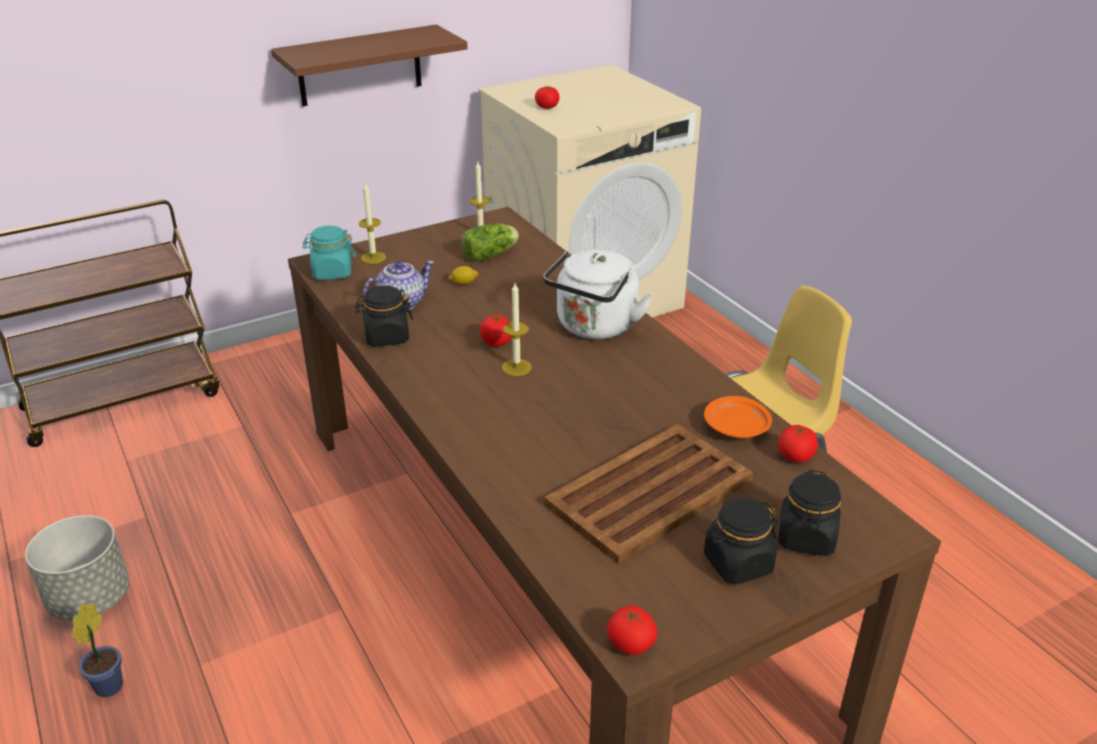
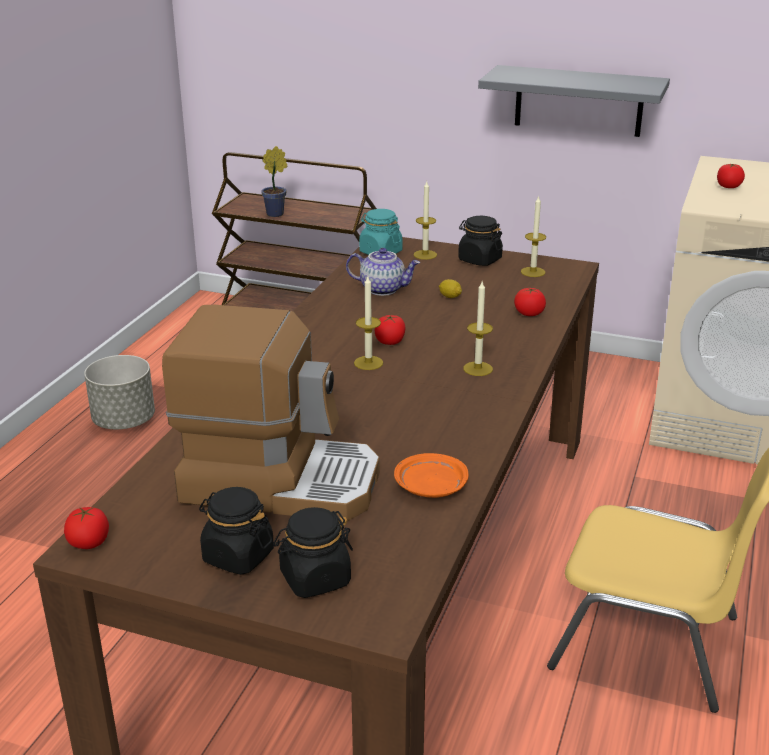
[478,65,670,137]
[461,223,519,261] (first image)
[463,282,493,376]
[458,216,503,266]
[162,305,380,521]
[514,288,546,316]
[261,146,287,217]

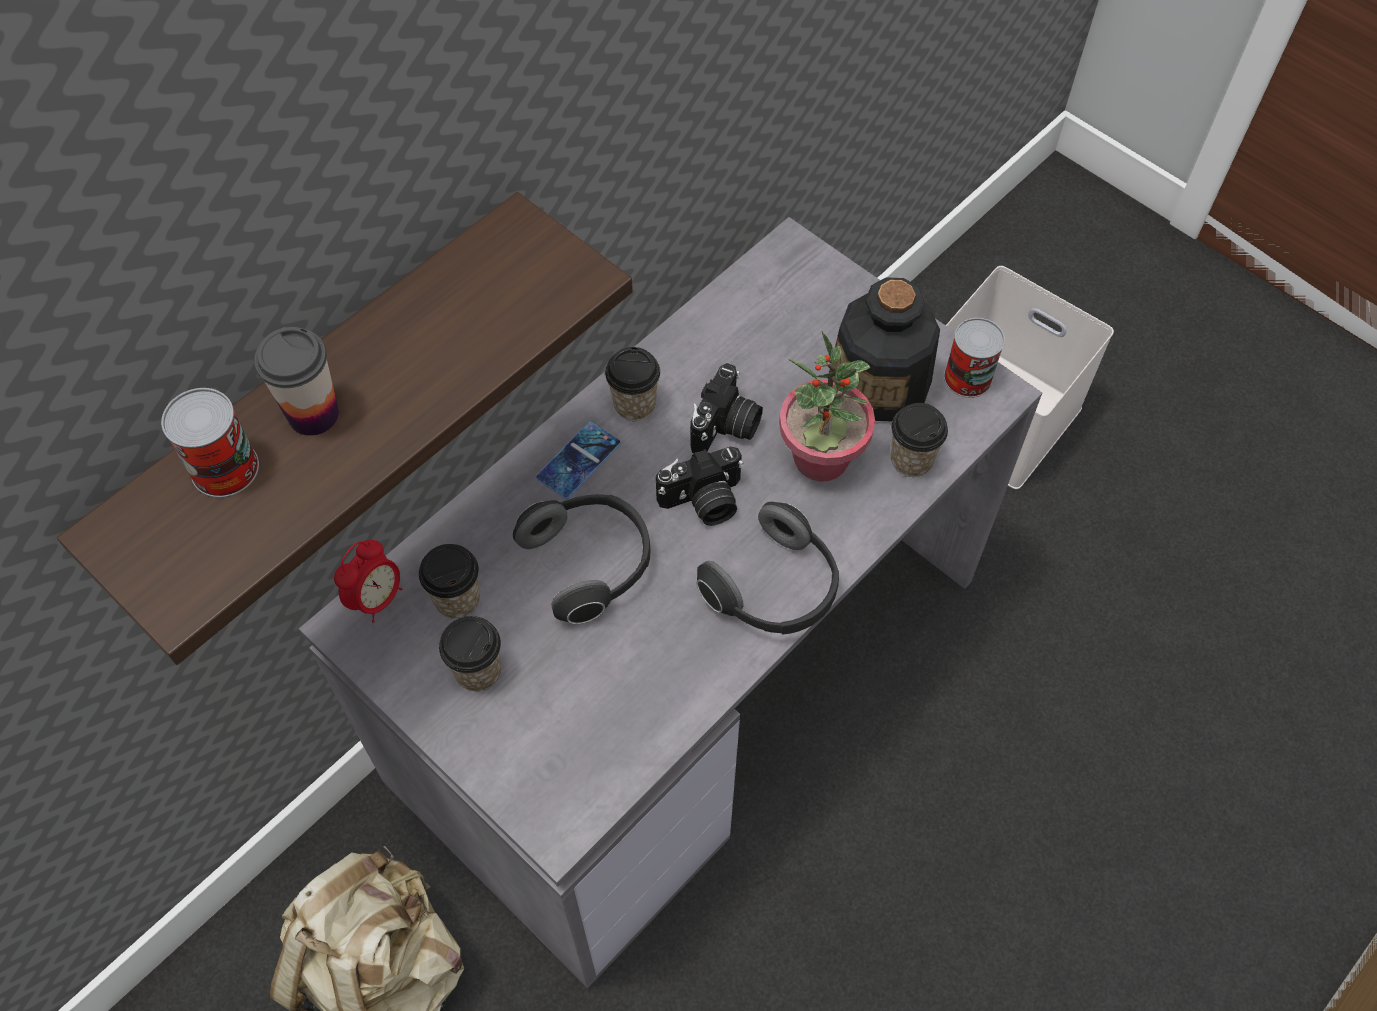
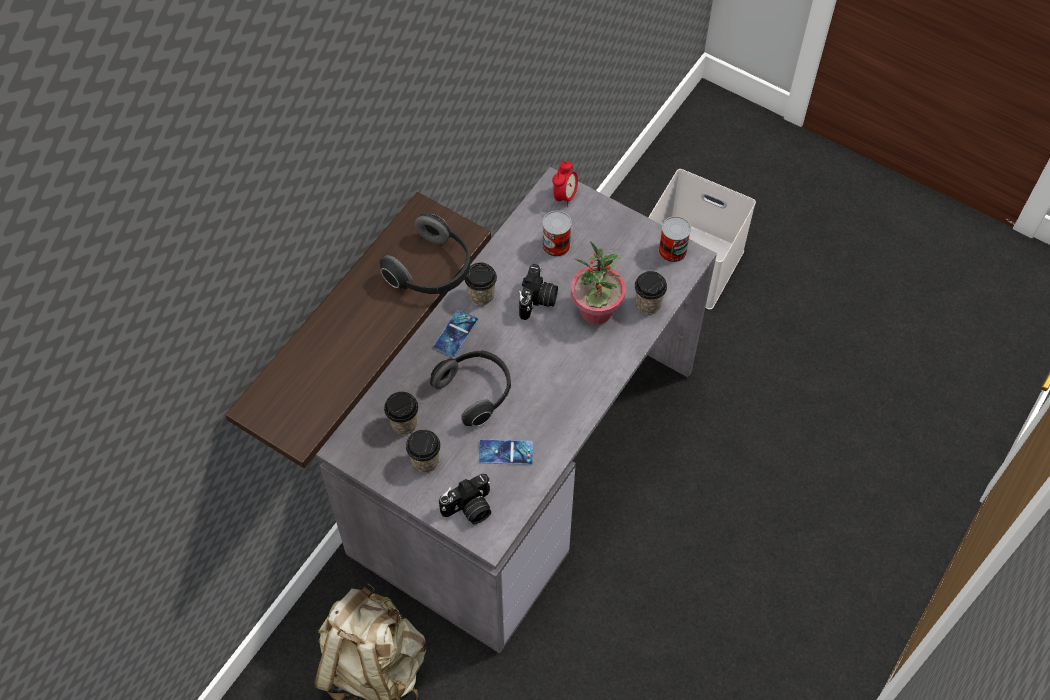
[833,277,940,421] (first image)
[254,327,339,436] (first image)
[542,211,572,257]
[439,474,491,524]
[380,214,471,294]
[552,161,578,207]
[479,439,533,465]

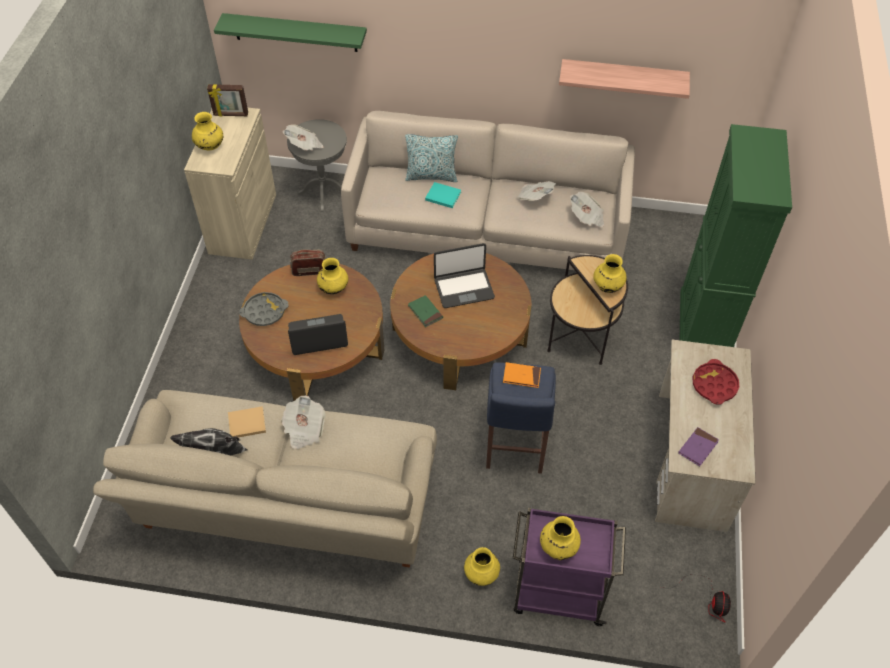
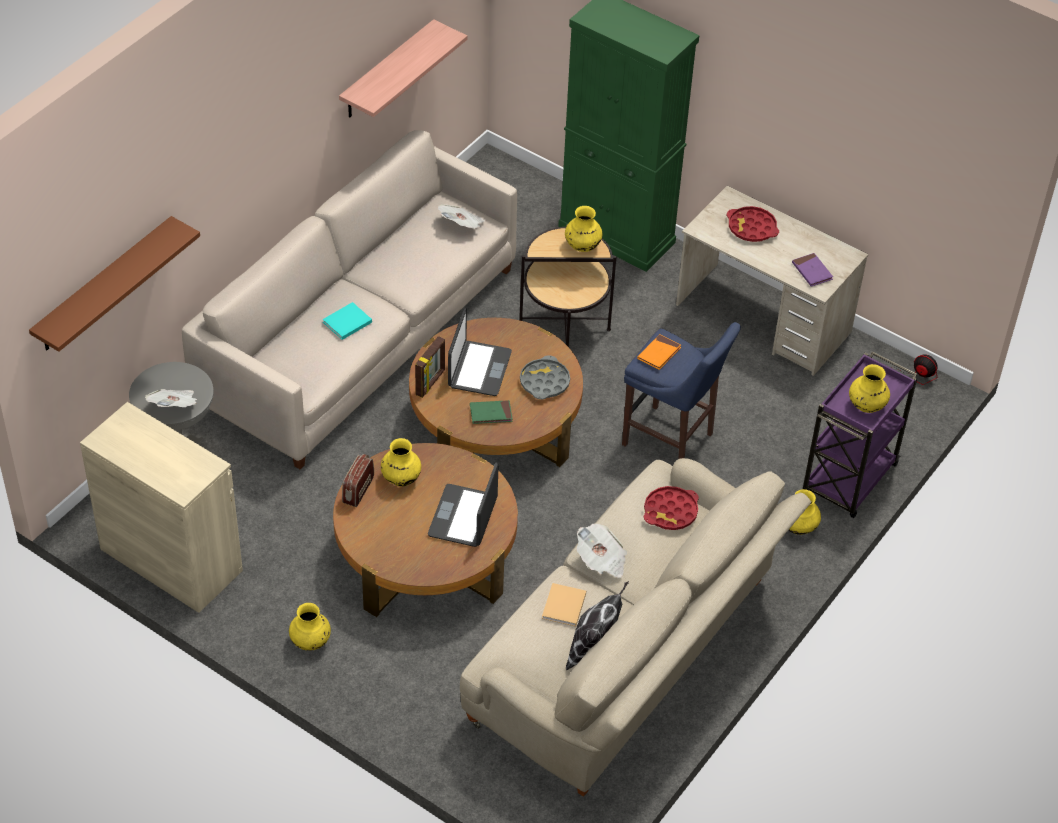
[29,216,200,352]
[415,336,445,398]
[289,603,331,651]
[405,134,458,182] (first image)
[517,181,556,201] (first image)
[520,355,570,399]
[644,486,699,530]

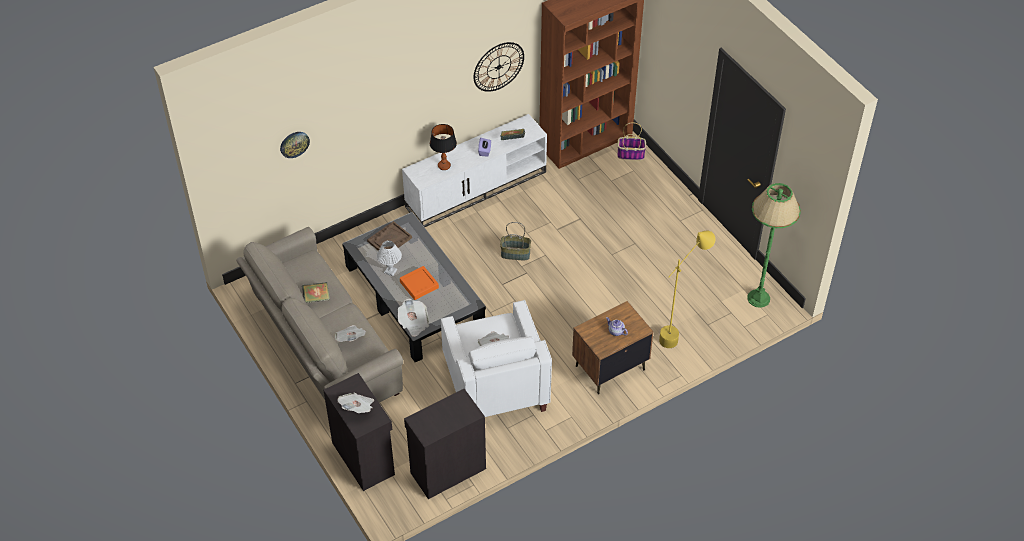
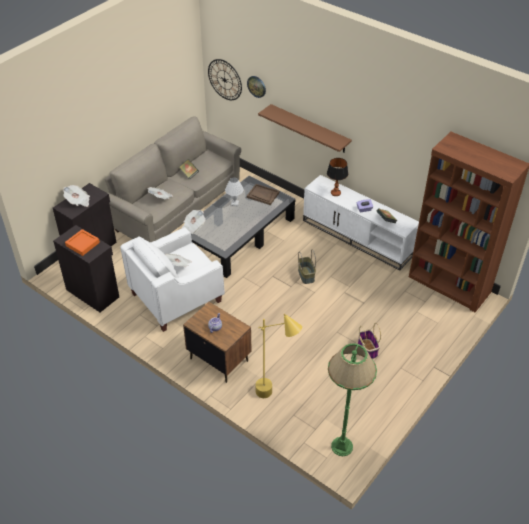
[208,59,242,100]
[358,323,381,359]
[65,229,100,256]
[258,104,352,153]

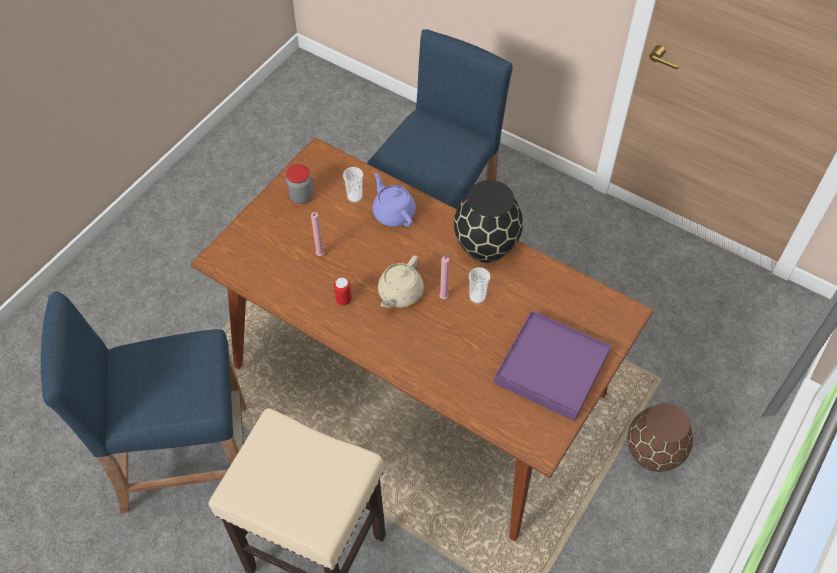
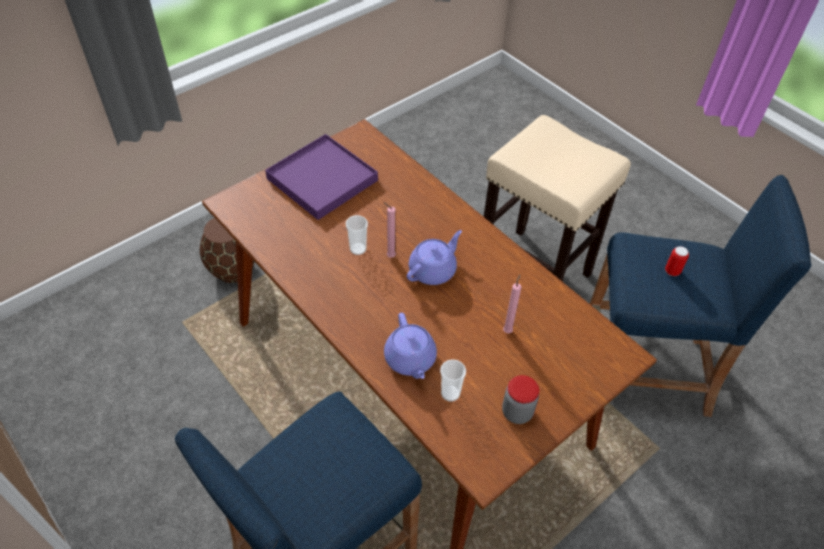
[454,180,523,263] (first image)
[407,230,462,285]
[665,246,689,276]

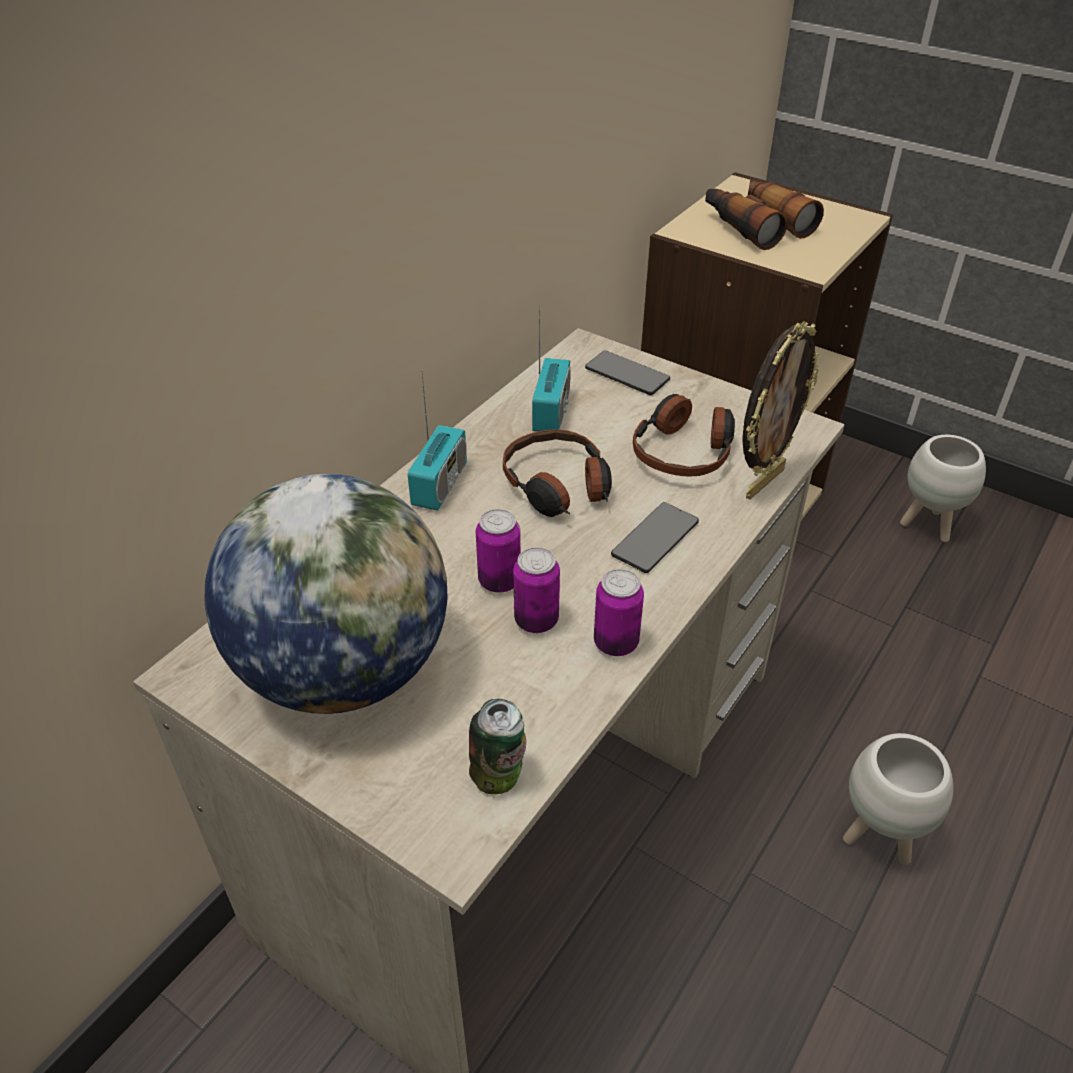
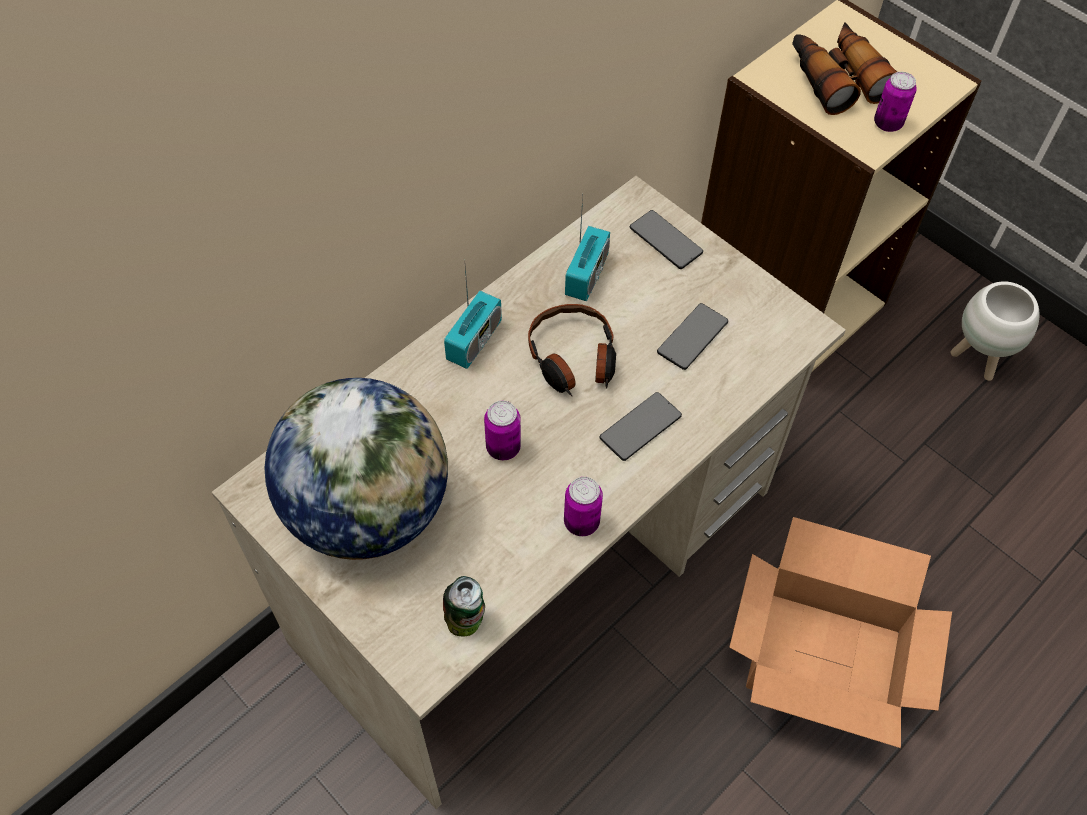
[742,322,819,500] (first image)
[657,303,728,370]
[874,72,917,132]
[729,517,952,748]

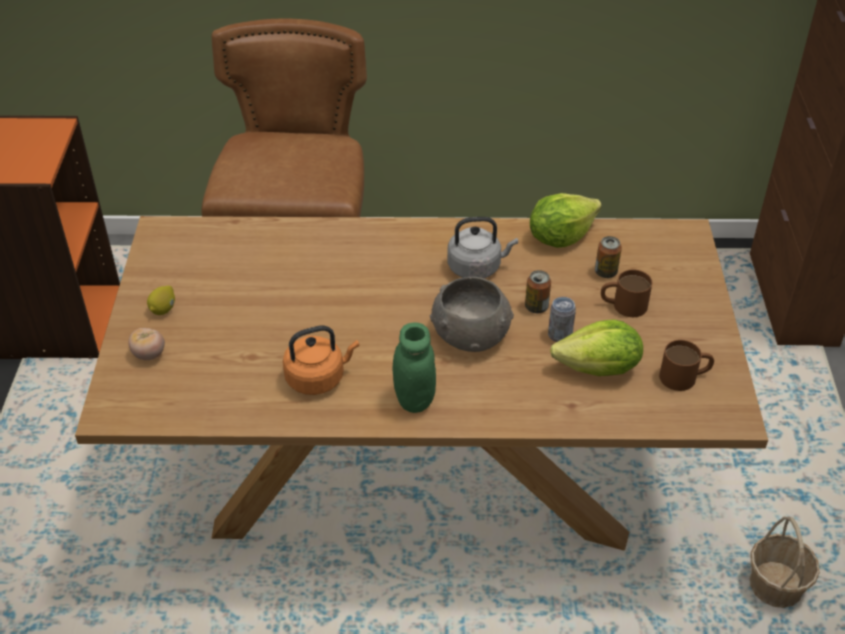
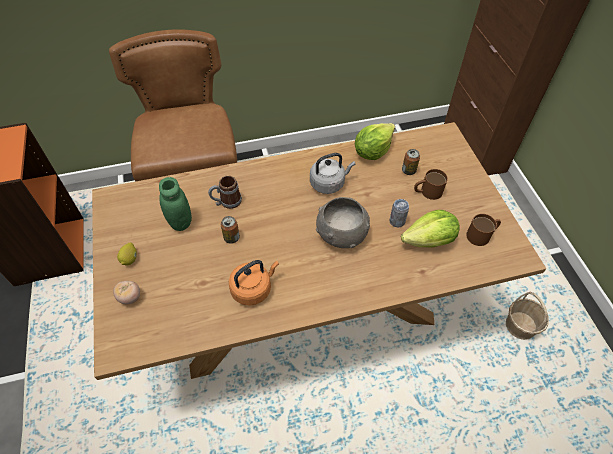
[221,216,240,244]
[159,177,192,231]
[208,175,242,209]

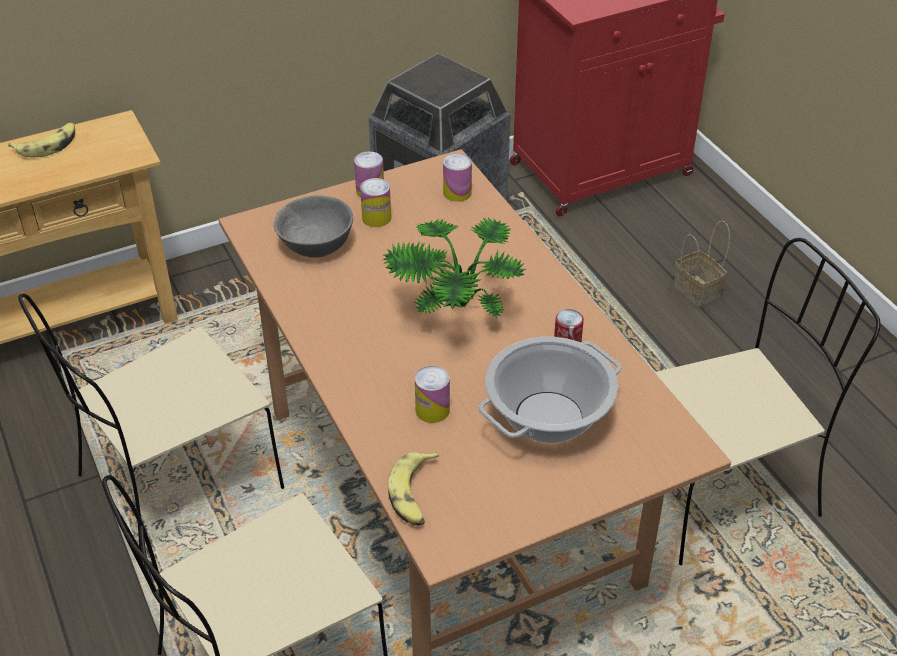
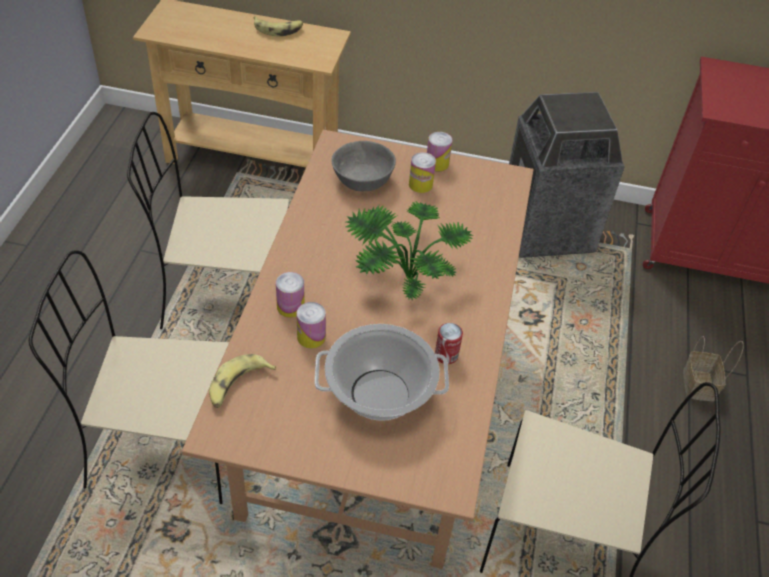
[276,272,305,318]

